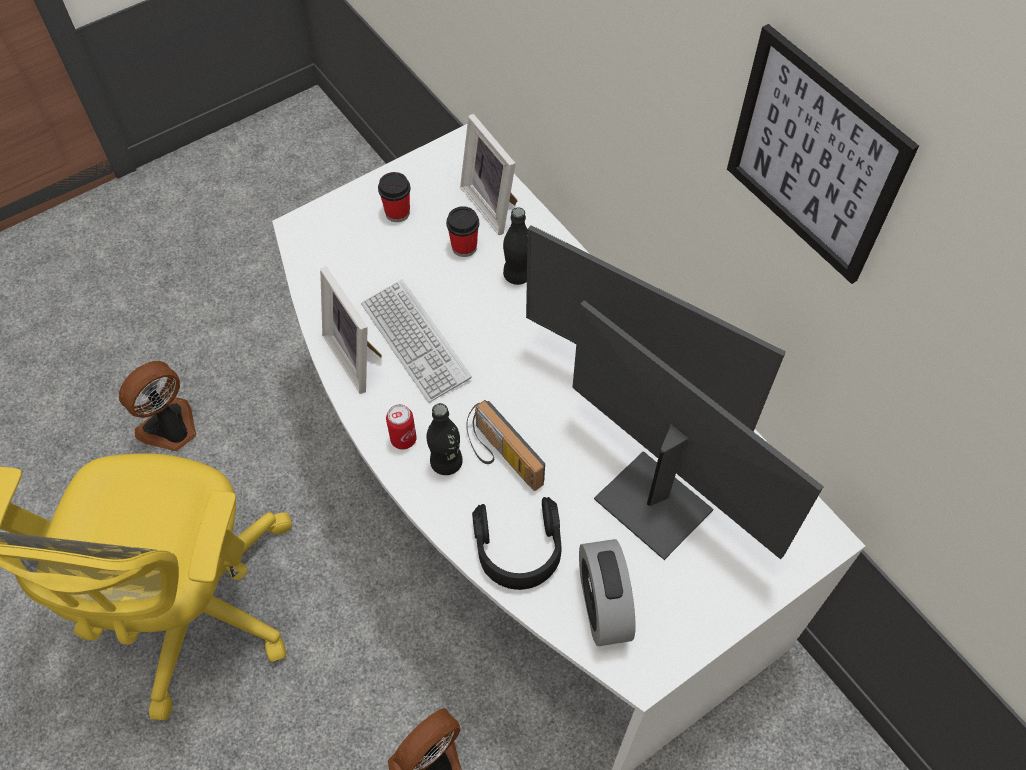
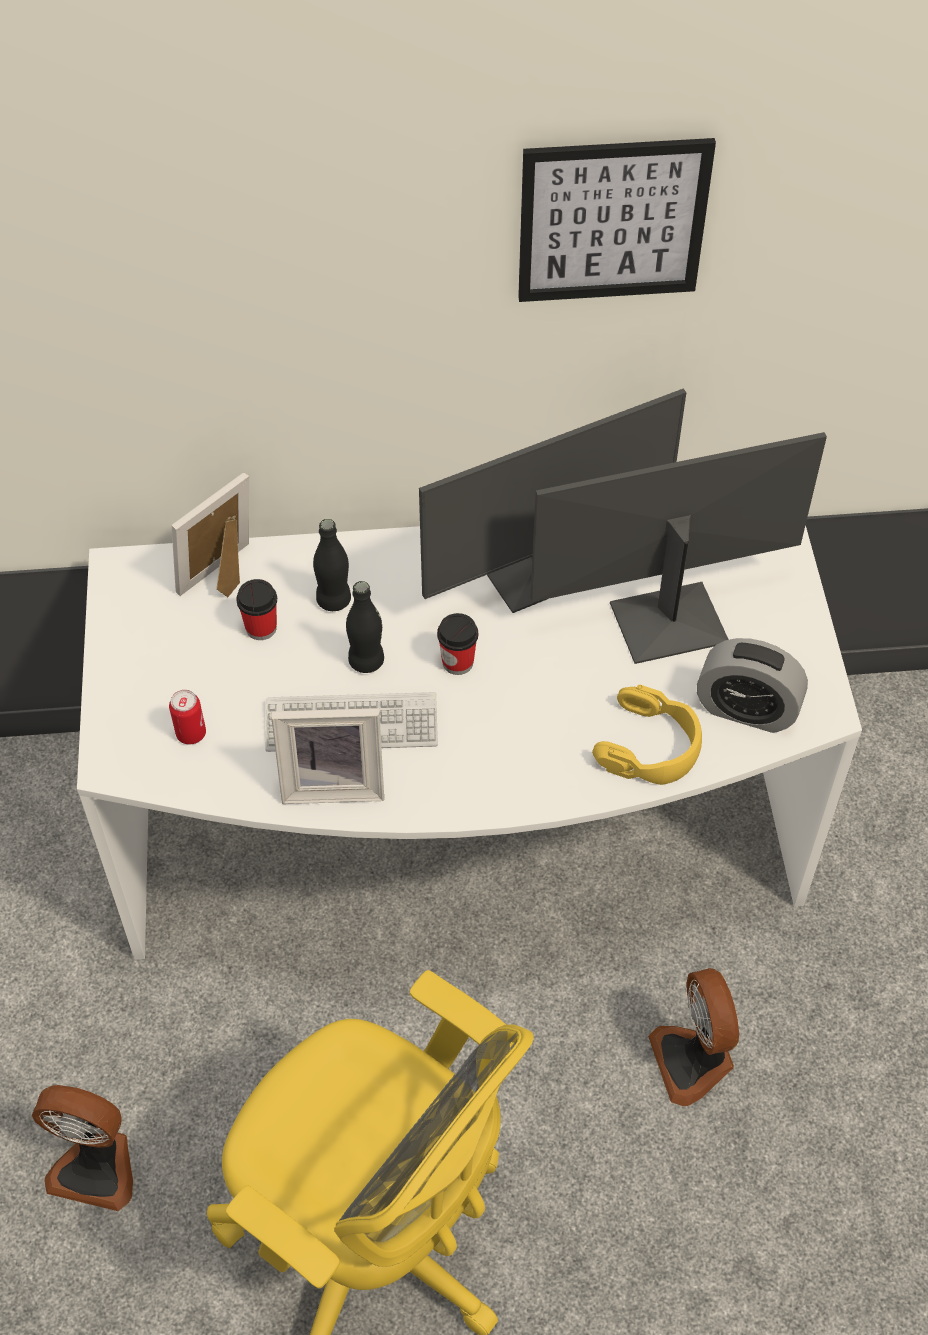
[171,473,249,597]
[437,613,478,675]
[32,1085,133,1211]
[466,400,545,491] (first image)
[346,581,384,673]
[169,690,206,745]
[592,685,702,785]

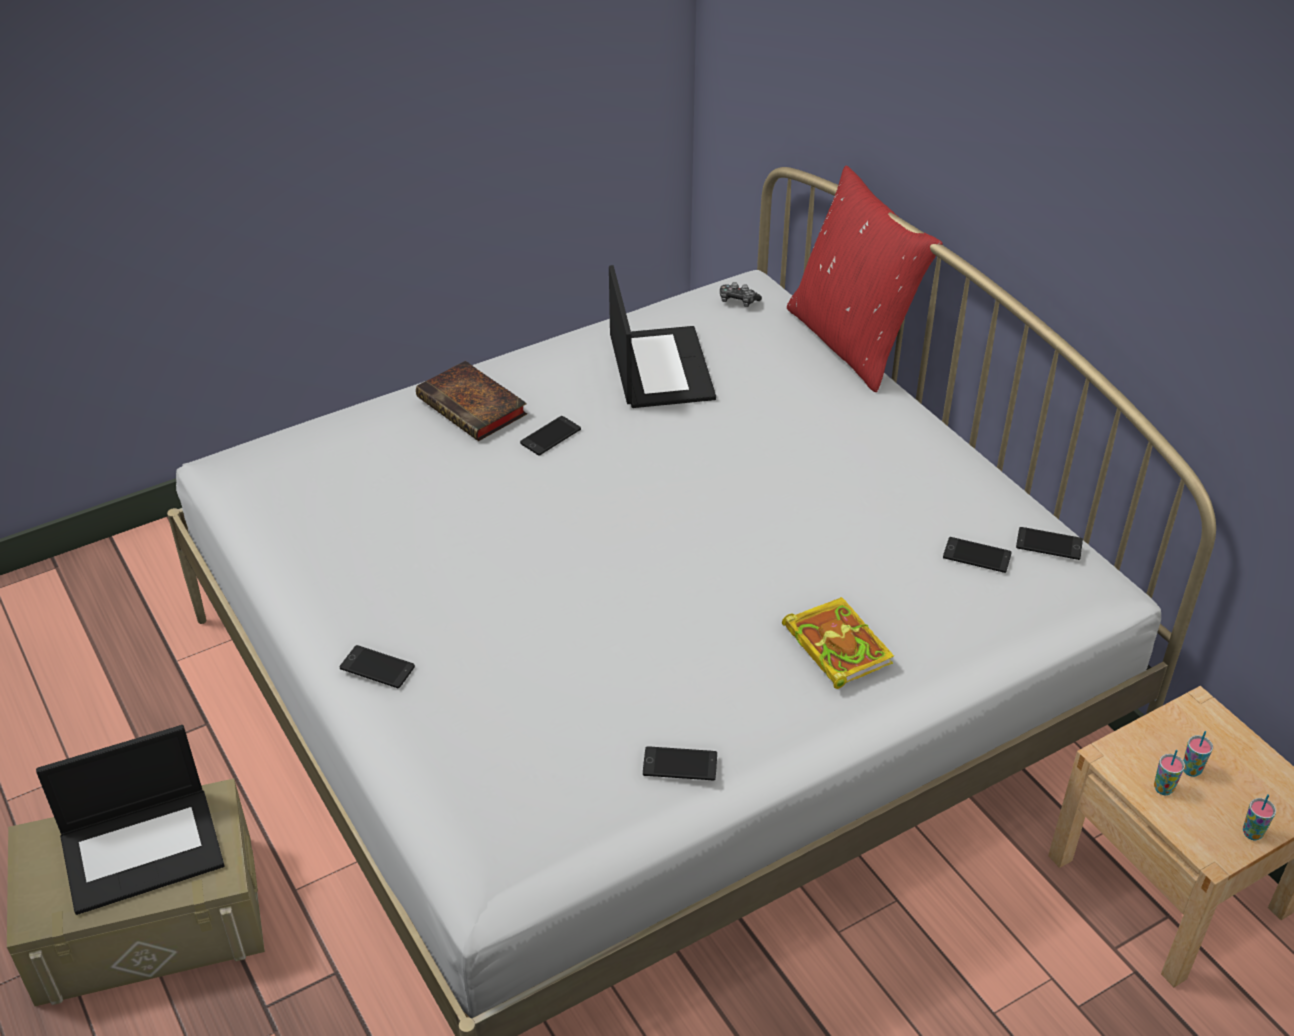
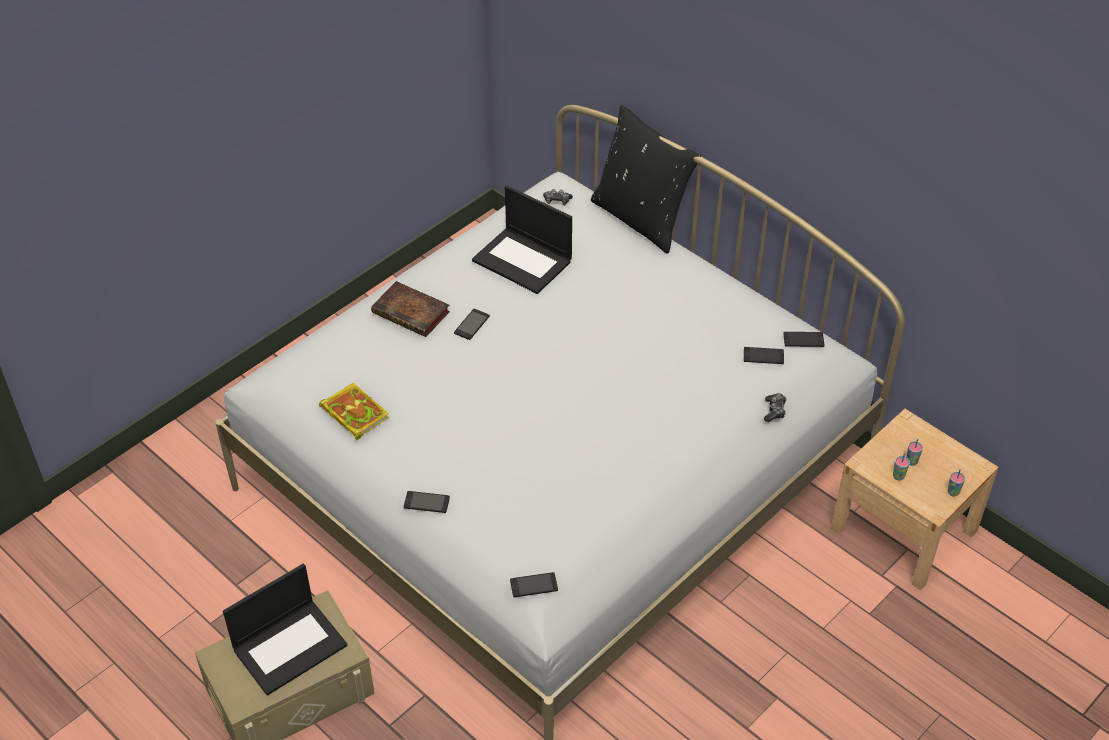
[591,105,701,254]
[472,185,572,294]
[319,383,389,440]
[510,572,558,597]
[764,393,787,422]

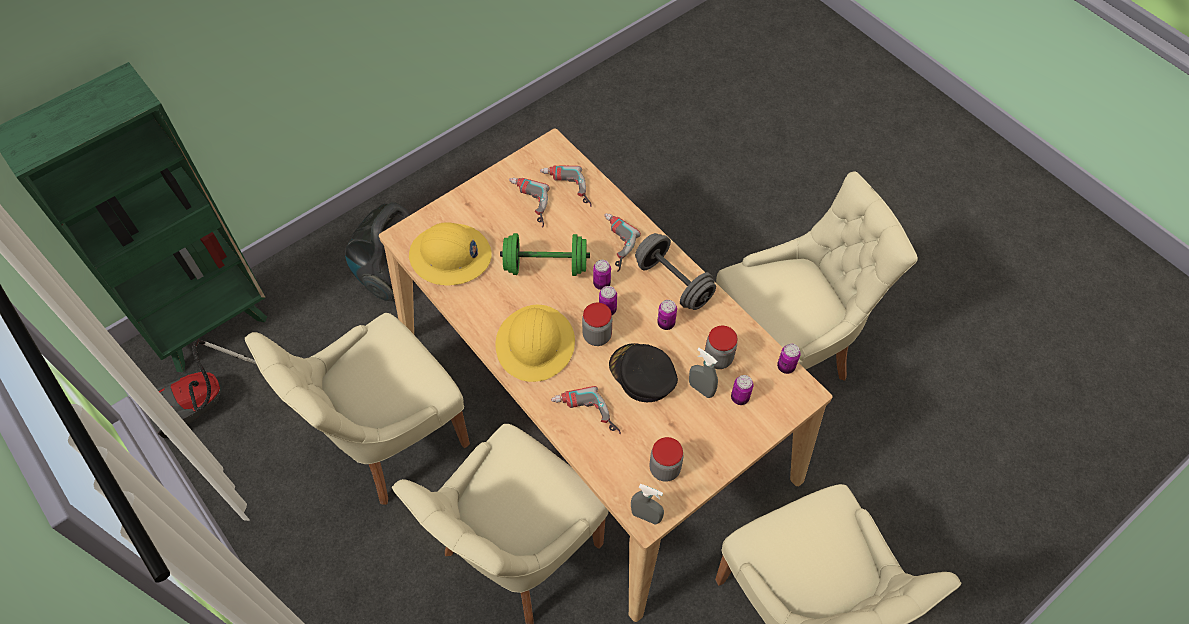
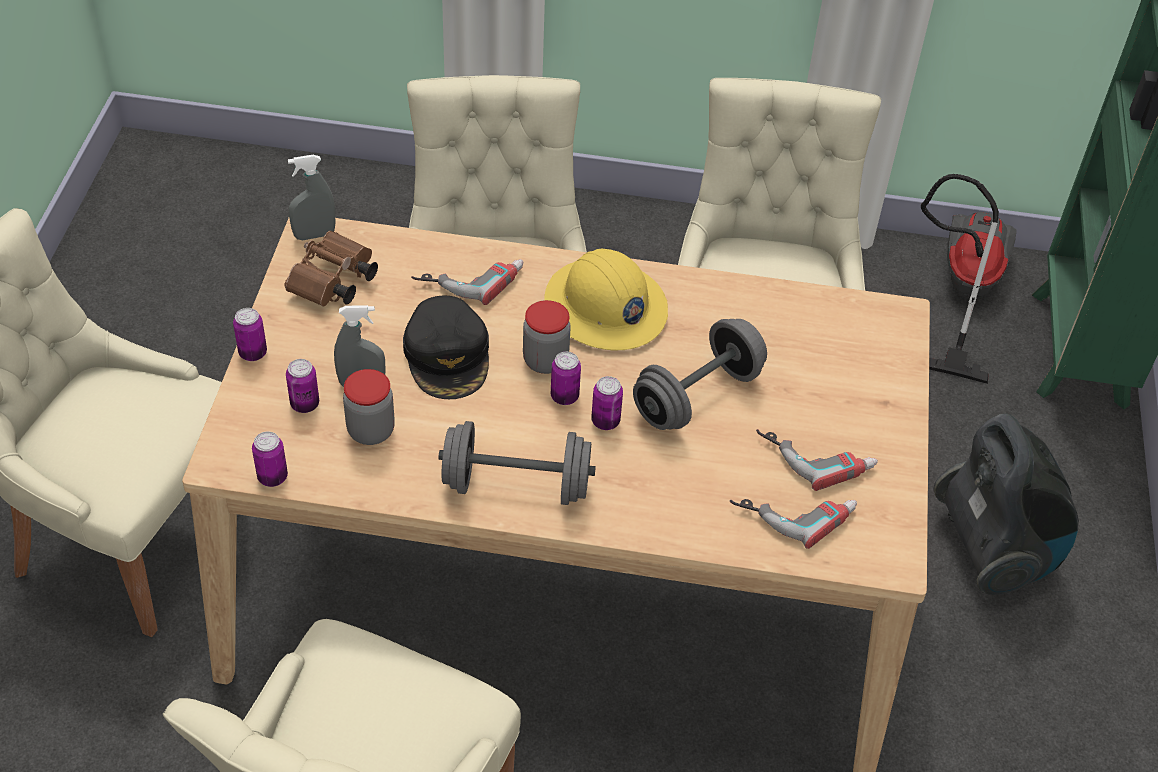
[604,213,641,272] (first image)
[409,222,492,285] (first image)
[633,319,767,430]
[233,308,267,361]
[403,296,489,399]
[284,231,378,307]

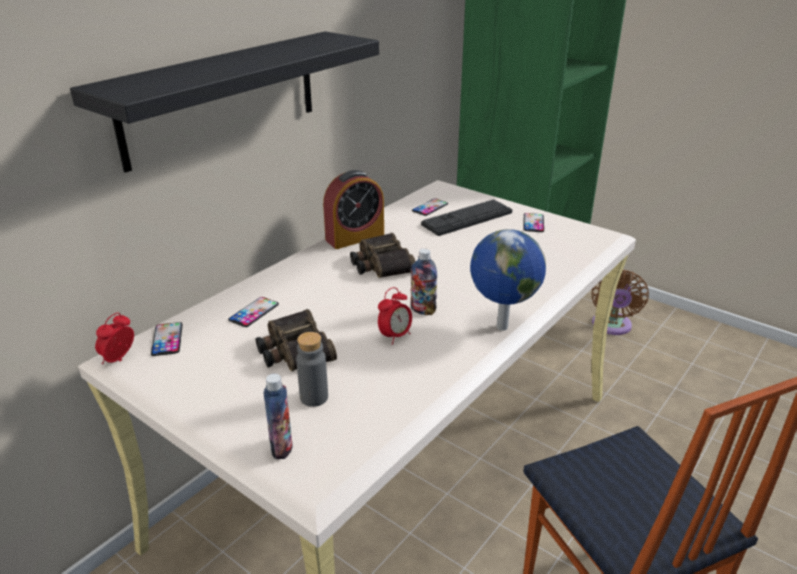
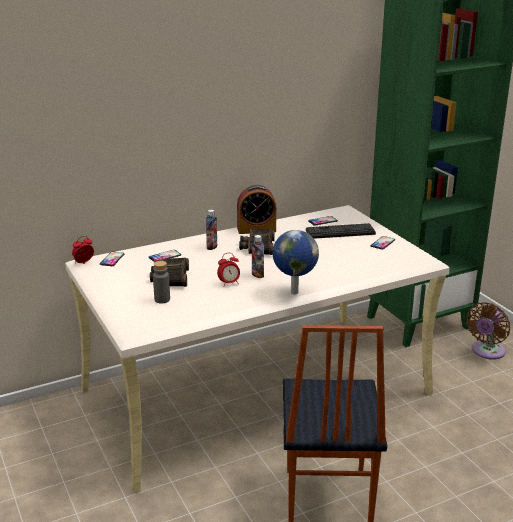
[70,31,379,173] (first image)
[206,210,217,250]

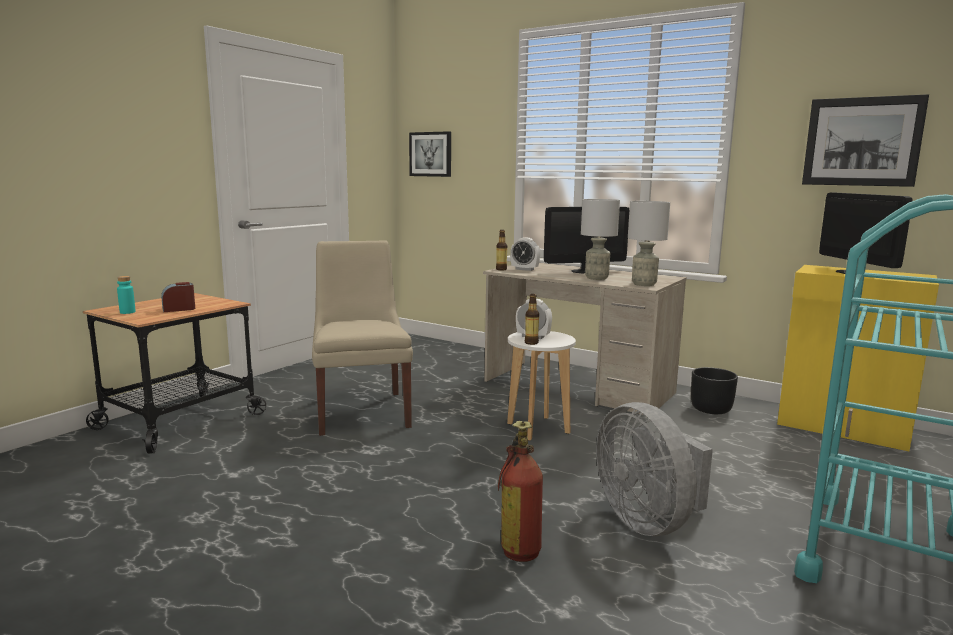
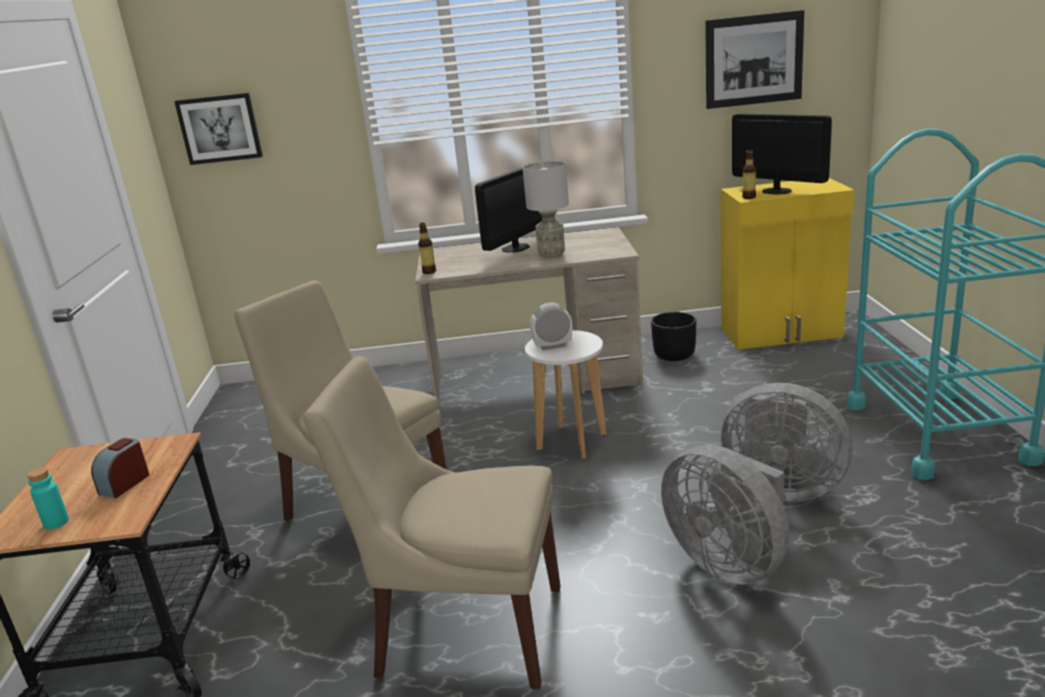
[628,201,670,286] (first image)
[510,237,540,271] (first image)
[742,150,756,199]
[661,445,789,585]
[303,356,561,689]

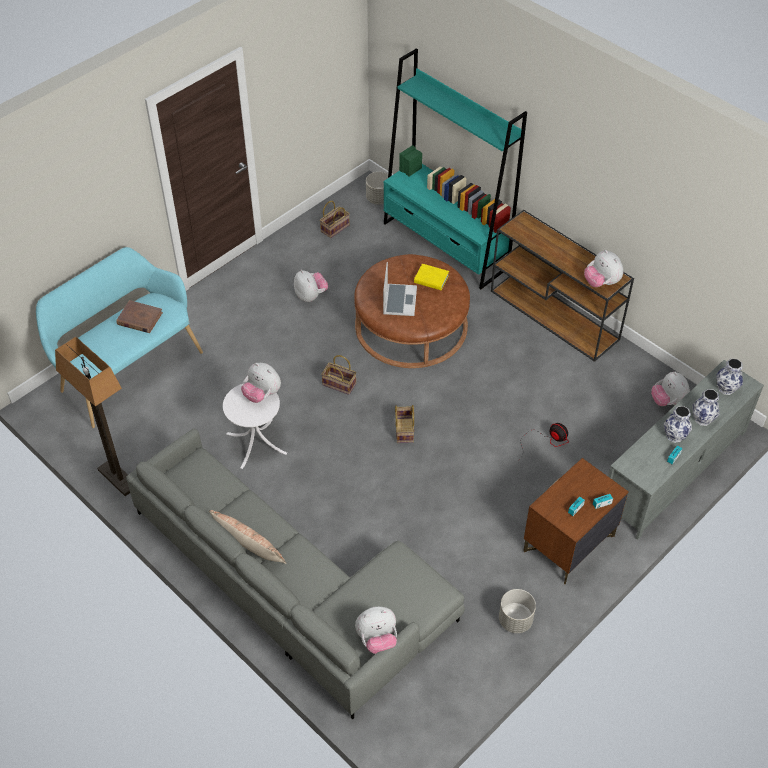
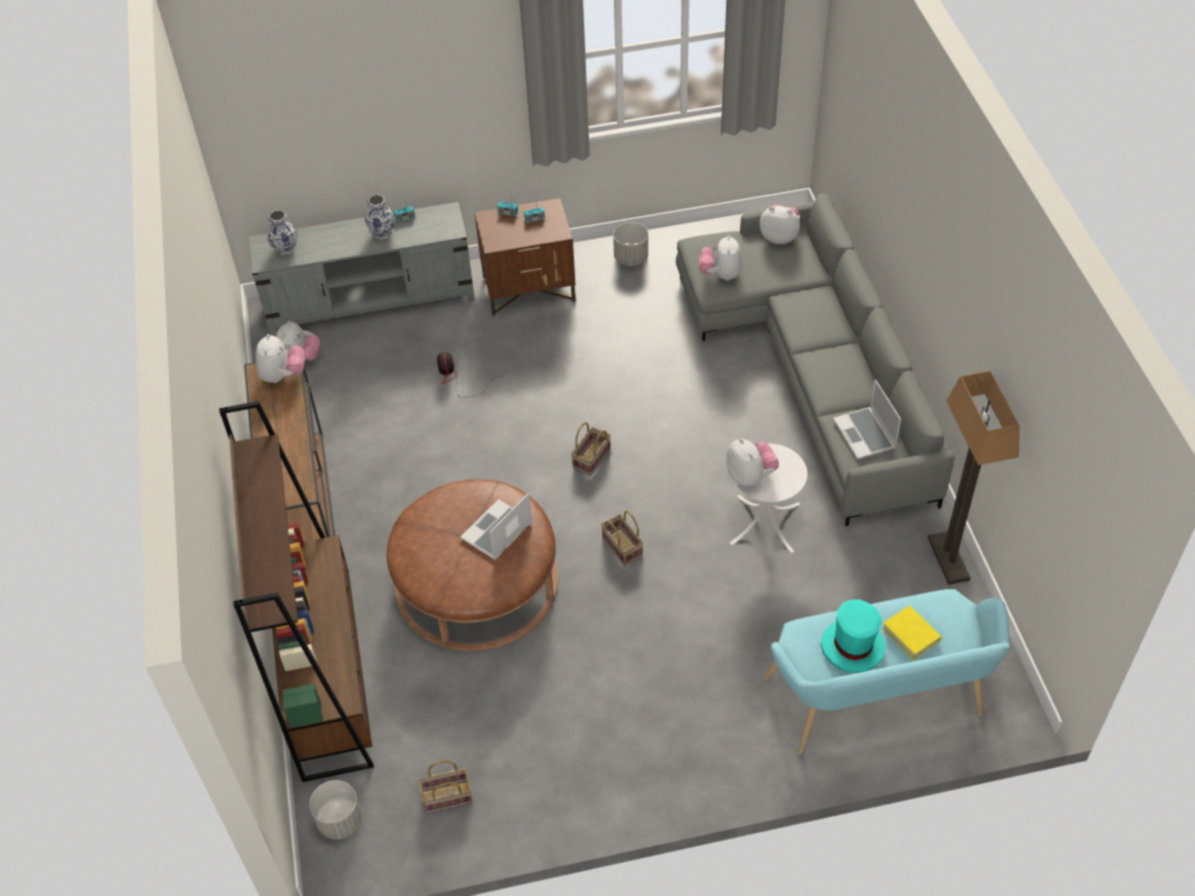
[219,401,374,782]
[882,606,942,660]
[699,235,742,281]
[820,599,886,673]
[693,389,719,426] (first image)
[209,510,286,564] (first image)
[833,379,901,460]

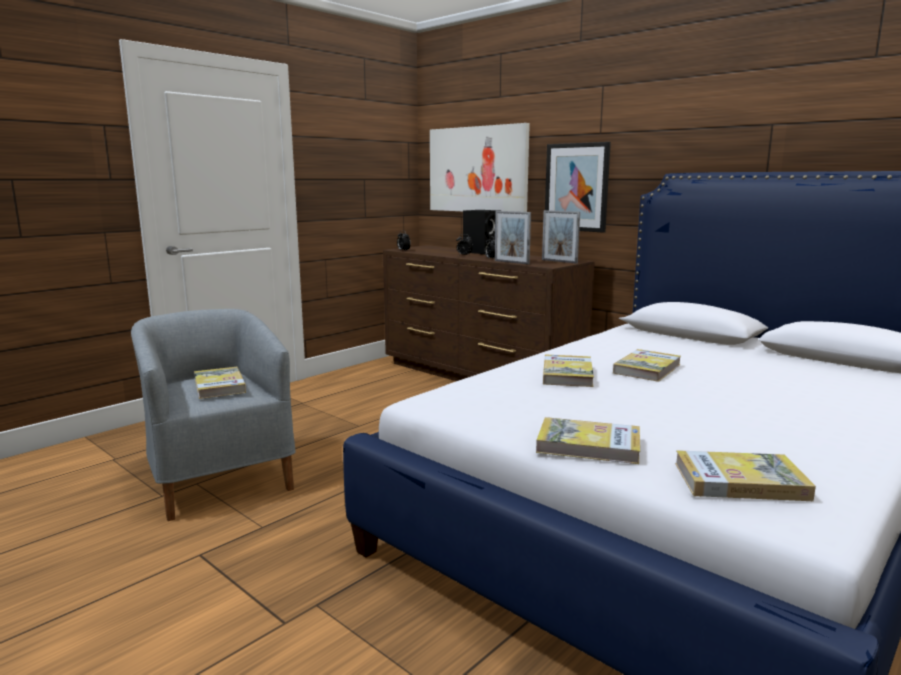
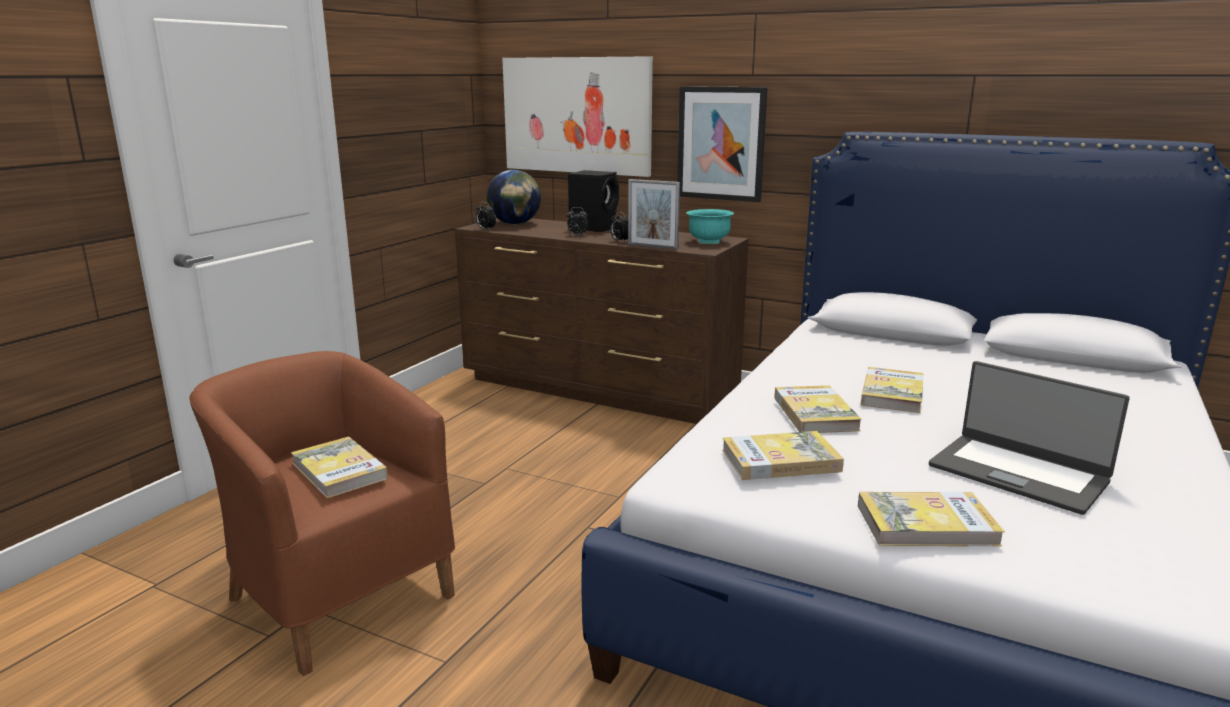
[686,209,734,244]
[189,351,455,676]
[722,431,844,480]
[487,170,541,224]
[929,361,1130,515]

